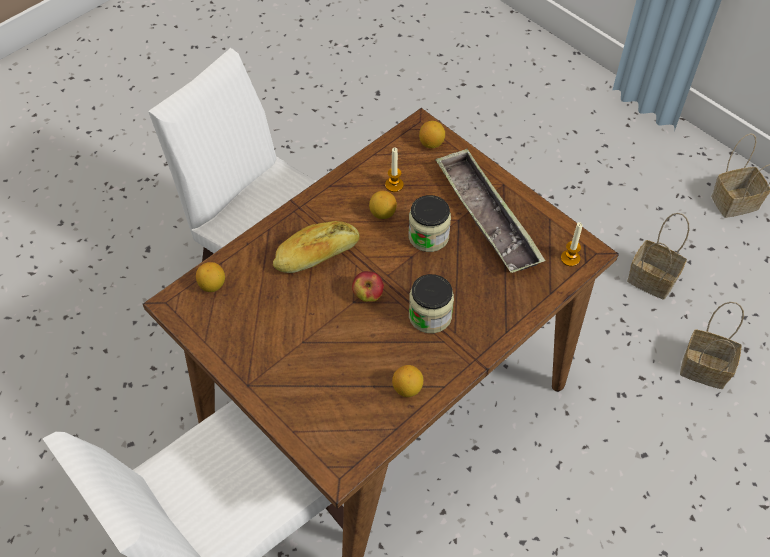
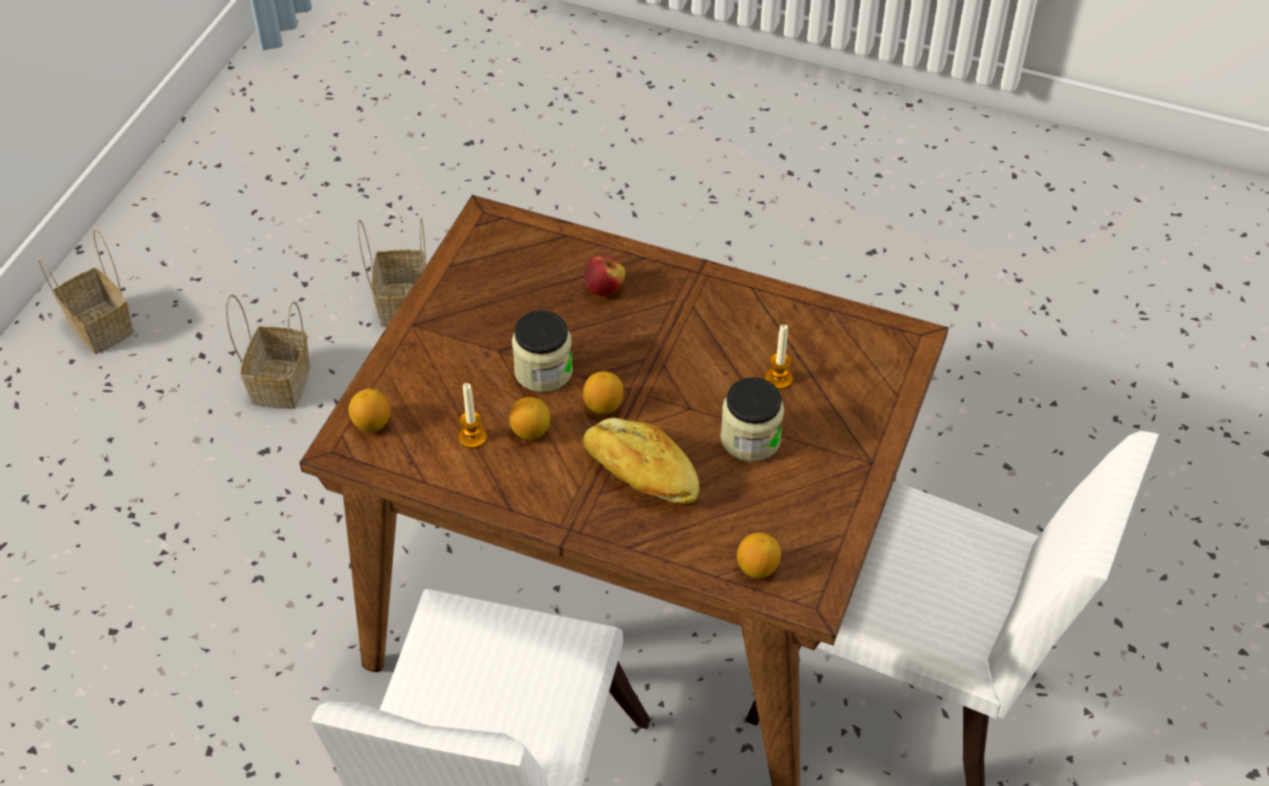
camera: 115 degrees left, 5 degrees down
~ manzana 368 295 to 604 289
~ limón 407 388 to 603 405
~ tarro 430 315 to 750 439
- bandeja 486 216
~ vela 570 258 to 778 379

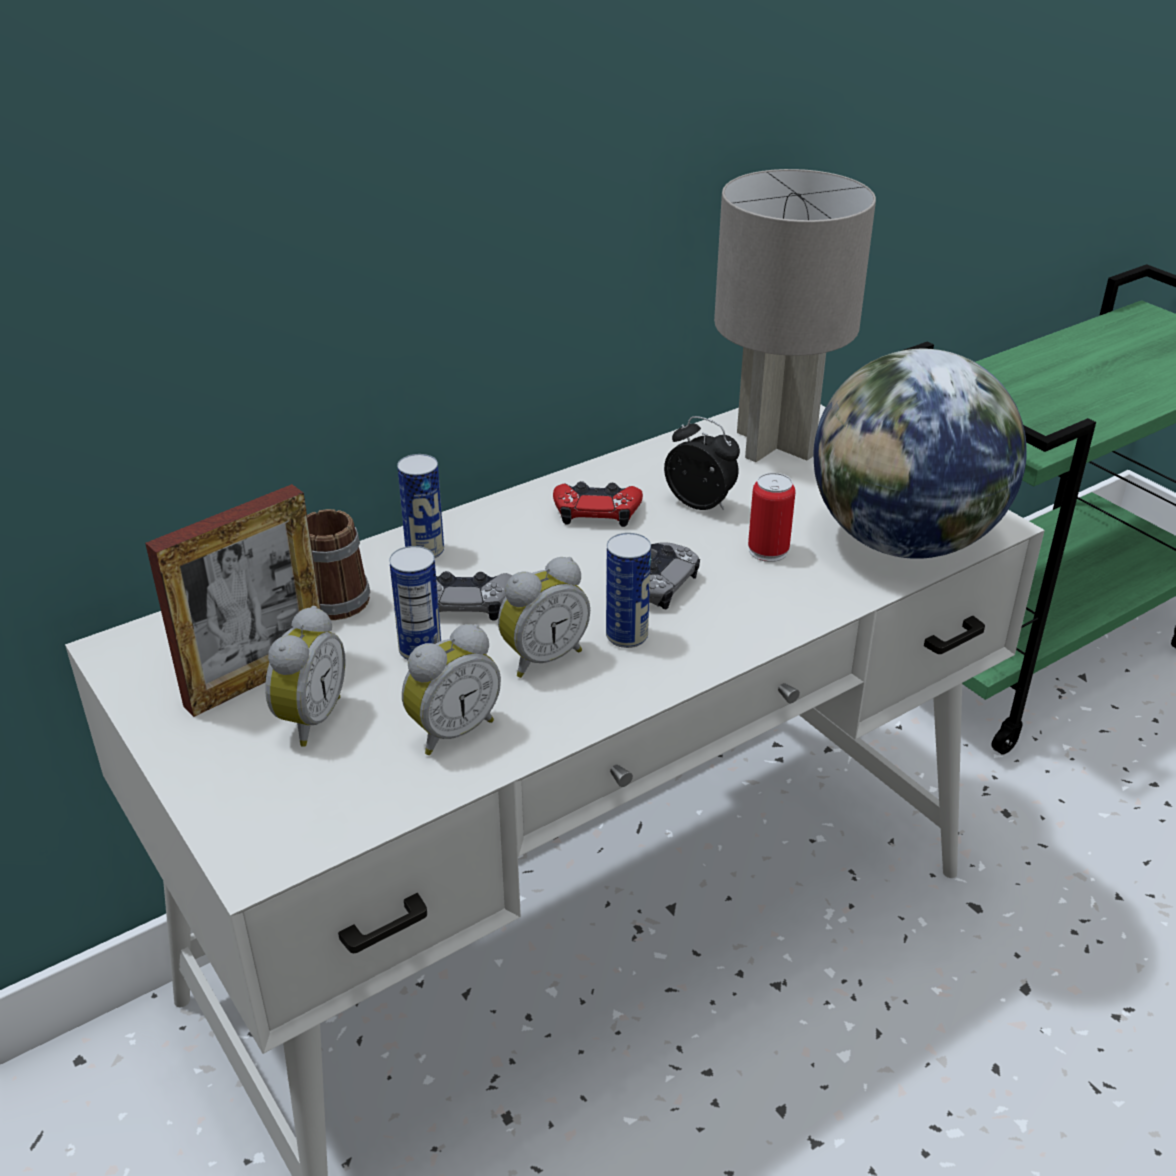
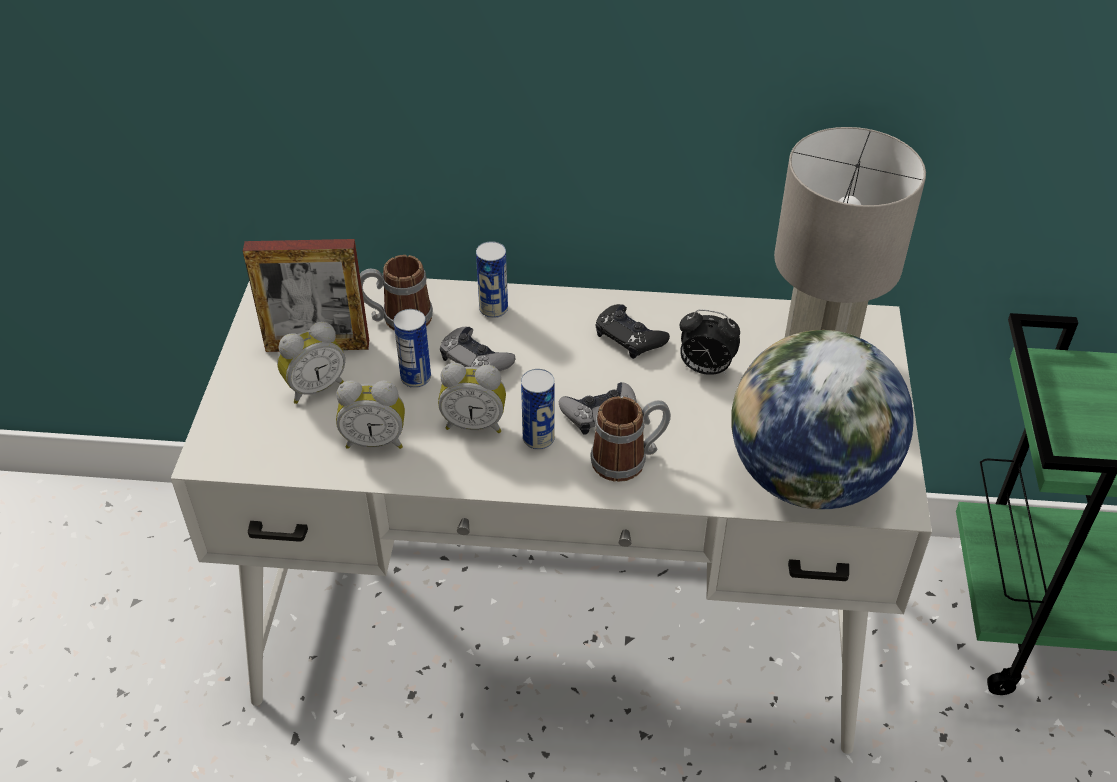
camera: 40 degrees right, 10 degrees up
~ mando de consola/rojo 596 510 to mando de consola/negro 629 336
~ despertador 701 504 = 705 369 120 degrees clockwise
- lata 768 551
+ taza grande 629 459

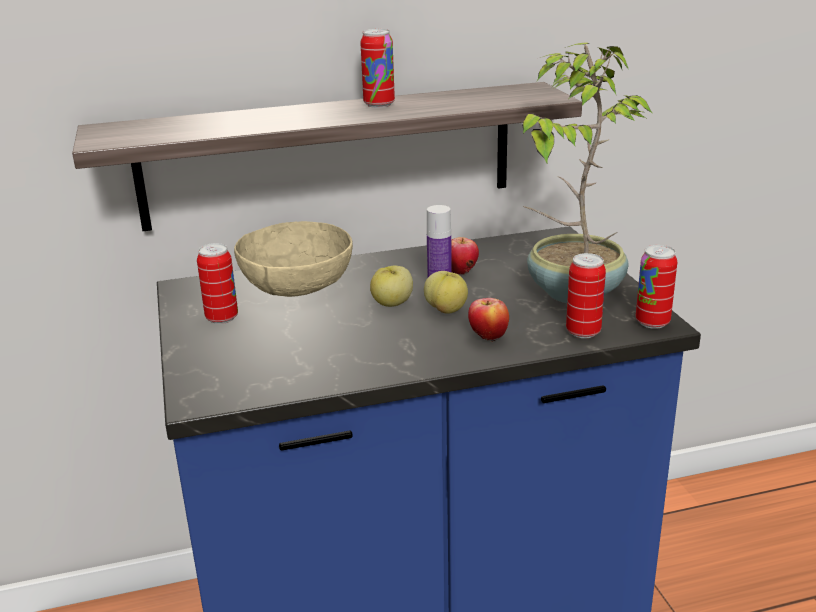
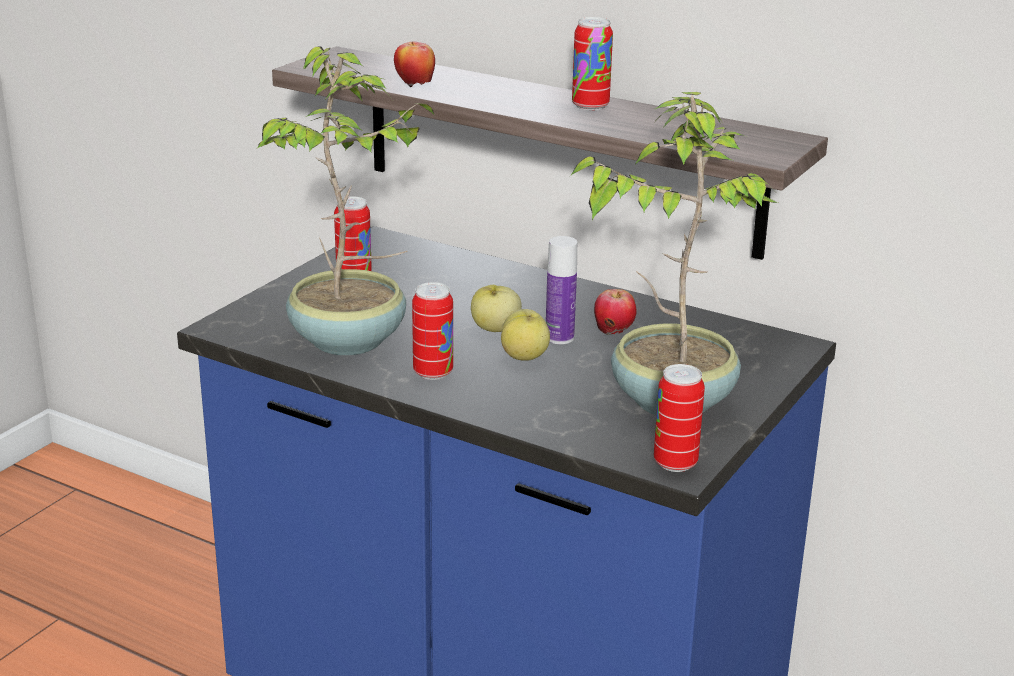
camera: 45 degrees right, 0 degrees up
- cuenco/beis 296 284
~ manzana 488 338 to 414 85
~ lata 583 332 to 433 372
+ planta en maceta 350 341

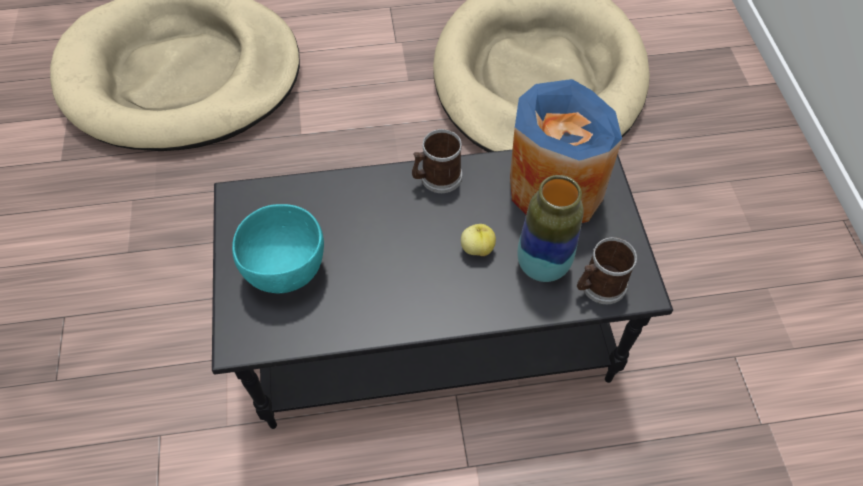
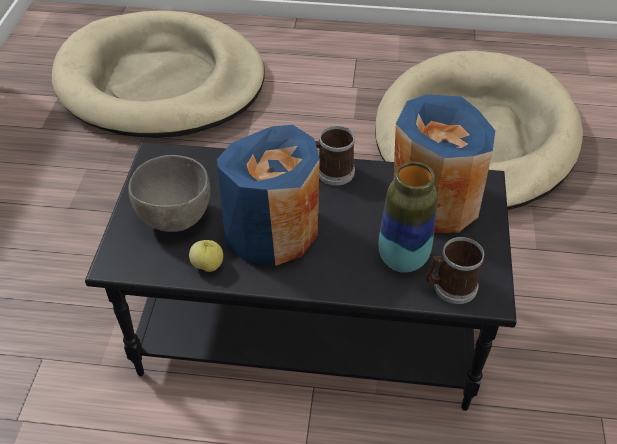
camera: 15 degrees right, 10 degrees down
~ cuenco/turquesa 285 271 to cuenco/gris 174 218
~ manzana 477 248 to 208 265
+ florero/azul 272 231

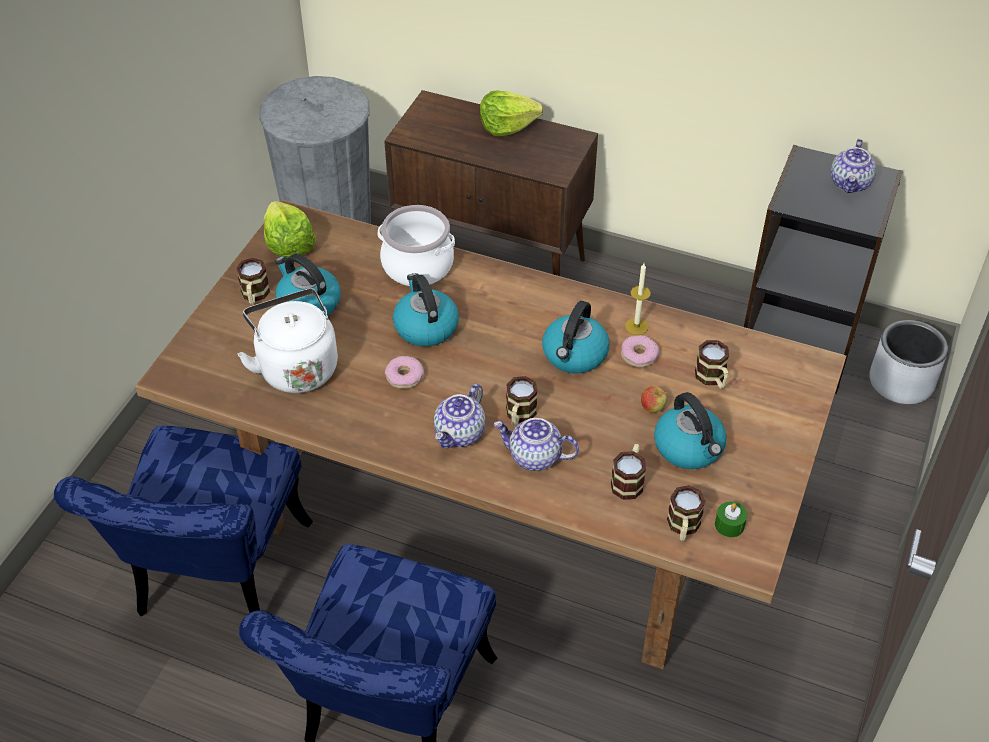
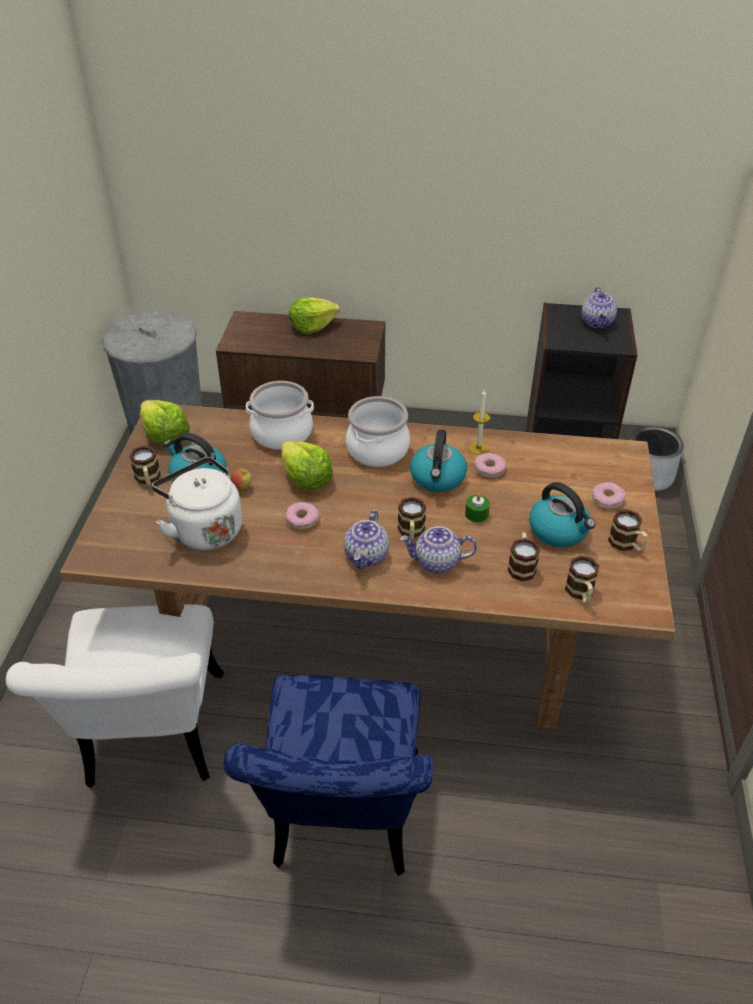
camera: 15 degrees left, 5 degrees down
~ silla/azul 215 581 to silla/blanco 151 741
~ hervidor 425 327 to lechuga 305 478
~ manzana 652 408 to 242 488
~ taza grande 712 379 to 626 544
~ vela/verde 729 525 to 476 514
+ olla 378 450
+ rosquilla 607 500

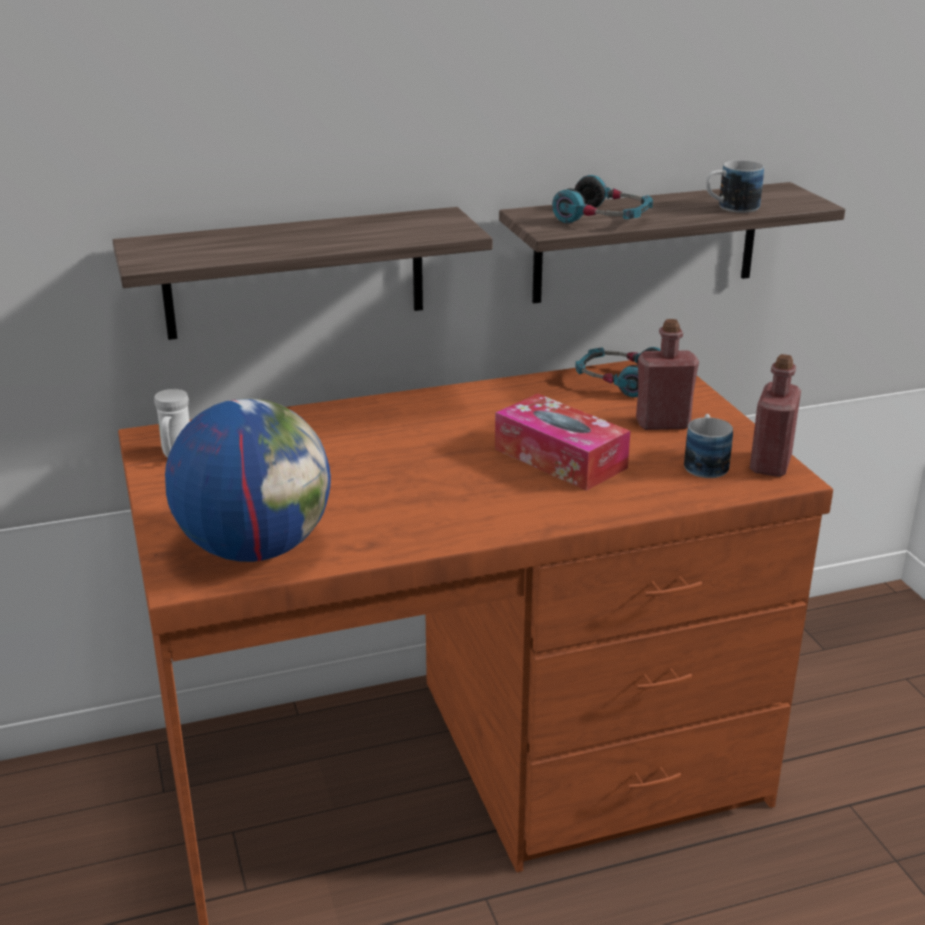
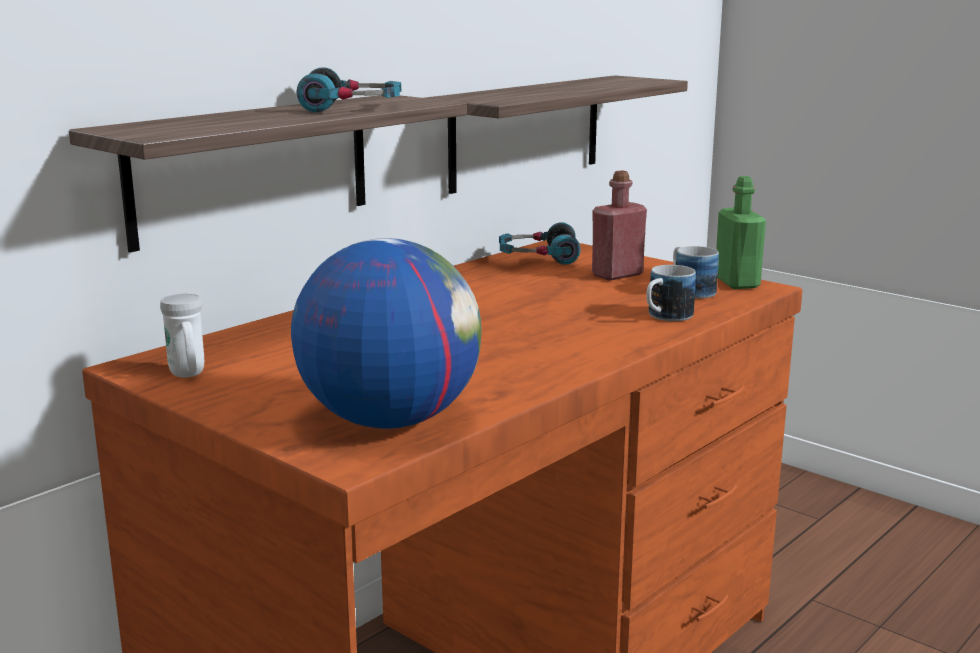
camera: 30 degrees left, 10 degrees down
- caja de pañuelos 560 458
~ auriculares 603 218 to 351 107
~ taza grande 730 208 to 664 317
~ botella/rojo 770 464 to botella/verde 736 282

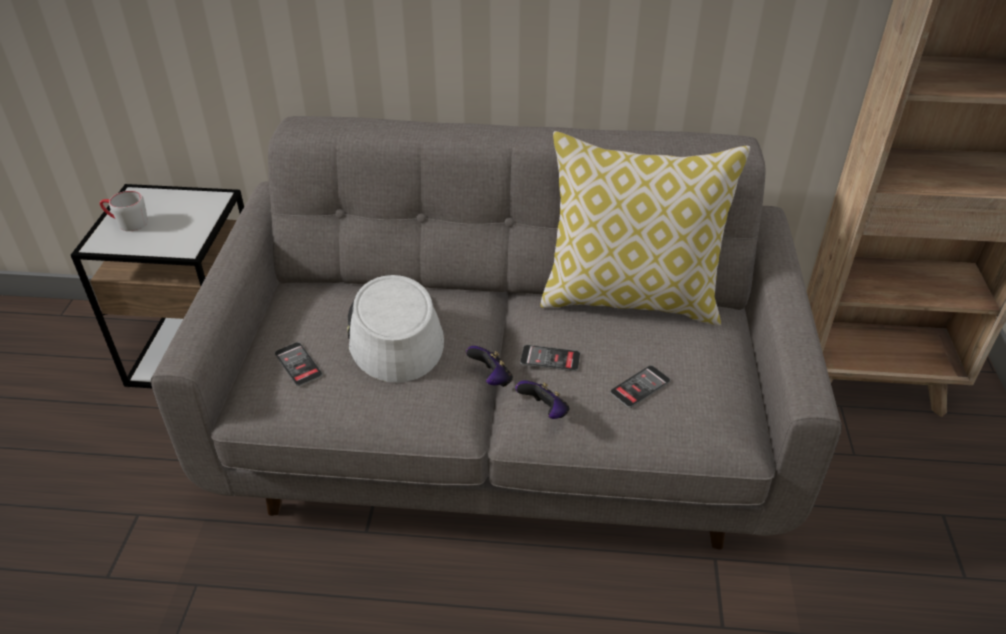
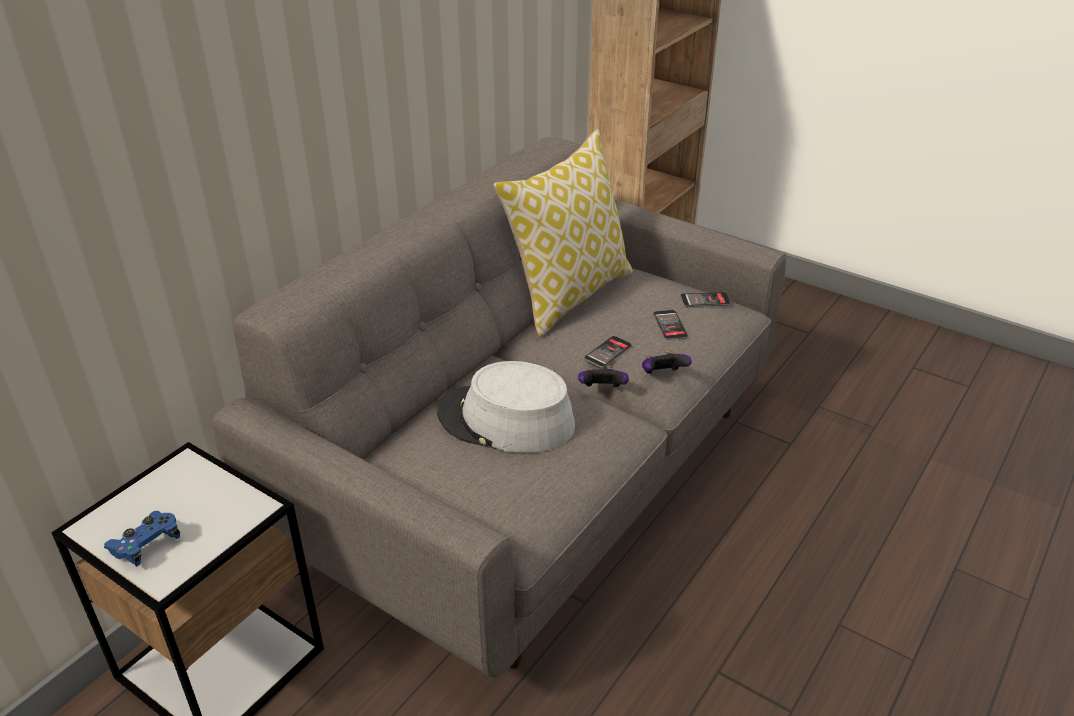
camera: 60 degrees left, 5 degrees down
~ taza grande/gris 127 223 to mando de consola/azul 147 545
~ móvil 298 364 to 704 300

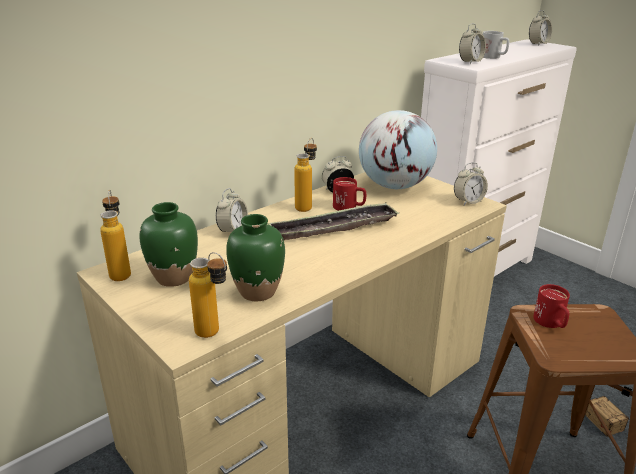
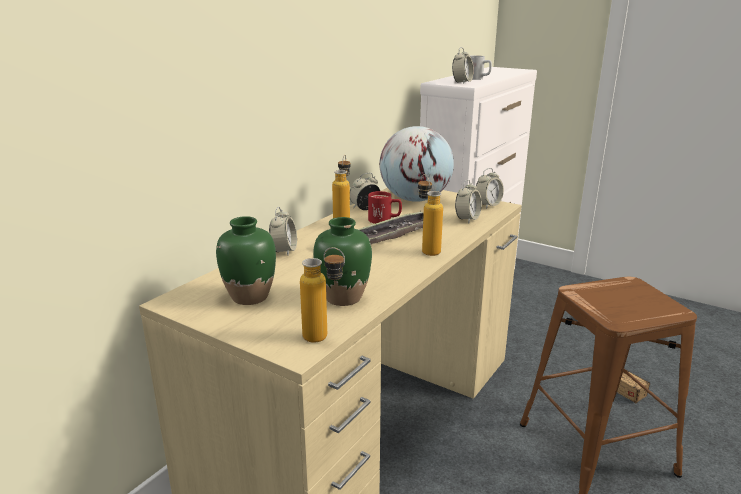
camera: 15 degrees left, 5 degrees down
~ botella 121 272 to 427 249
~ despertador 538 44 to 467 219
- taza grande/rojo 551 323

